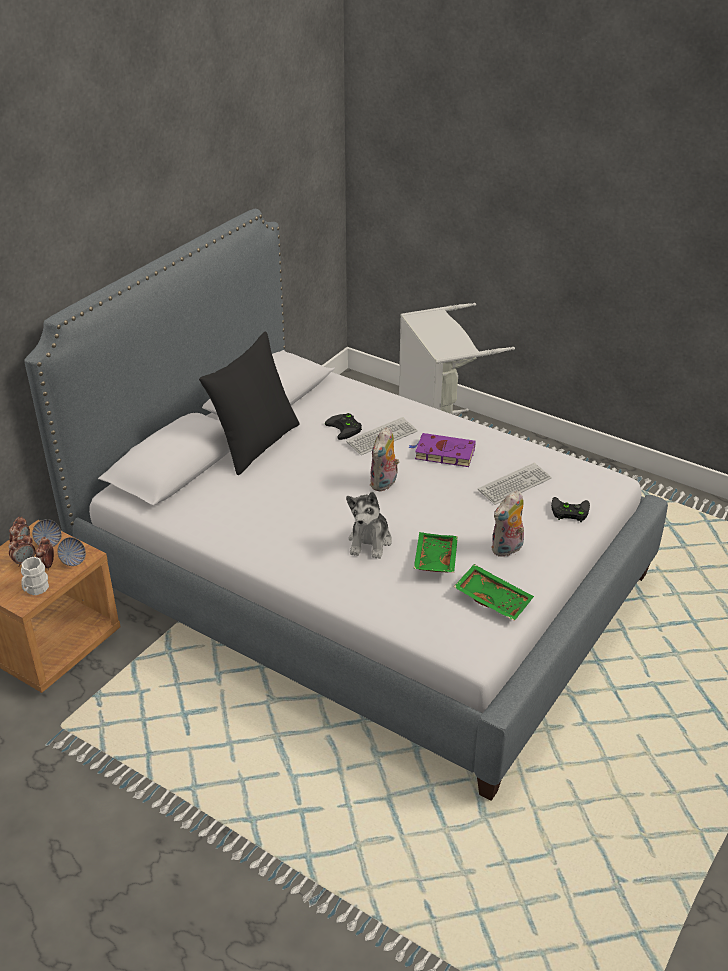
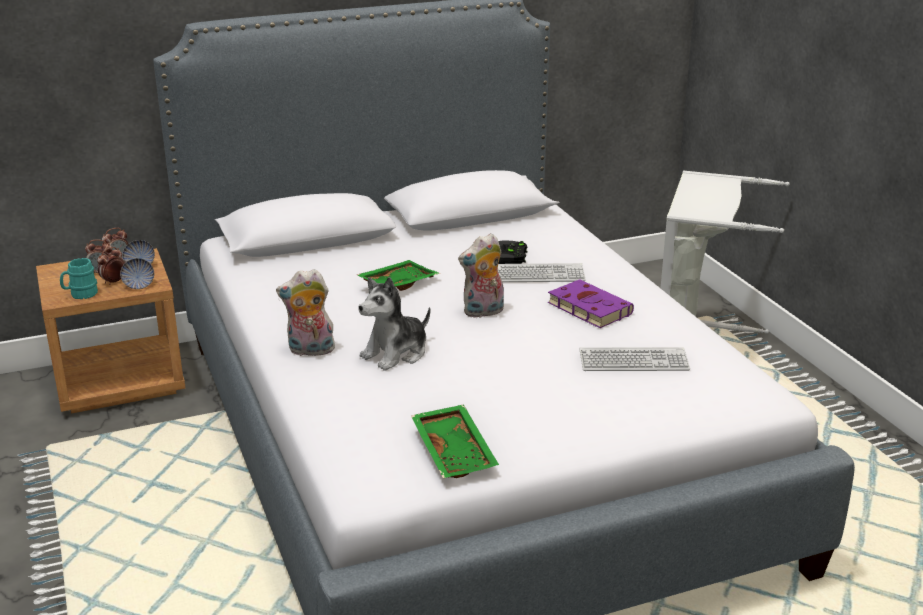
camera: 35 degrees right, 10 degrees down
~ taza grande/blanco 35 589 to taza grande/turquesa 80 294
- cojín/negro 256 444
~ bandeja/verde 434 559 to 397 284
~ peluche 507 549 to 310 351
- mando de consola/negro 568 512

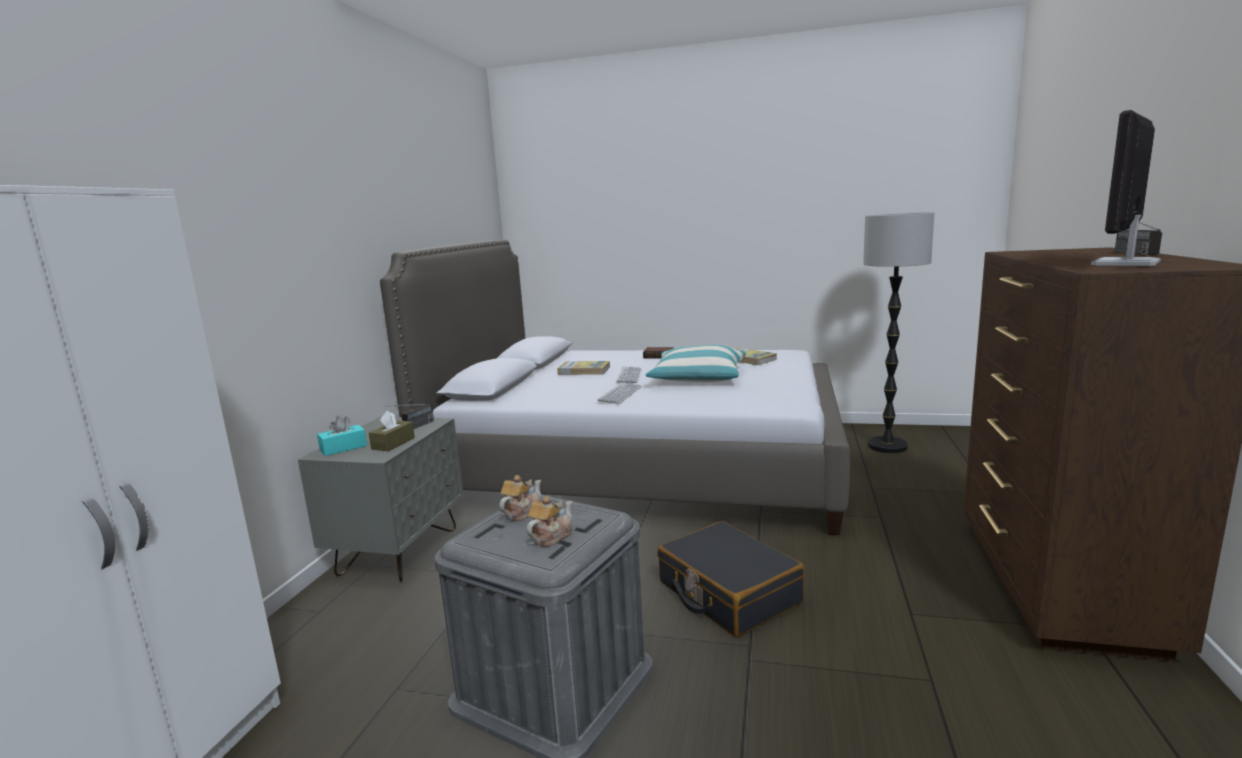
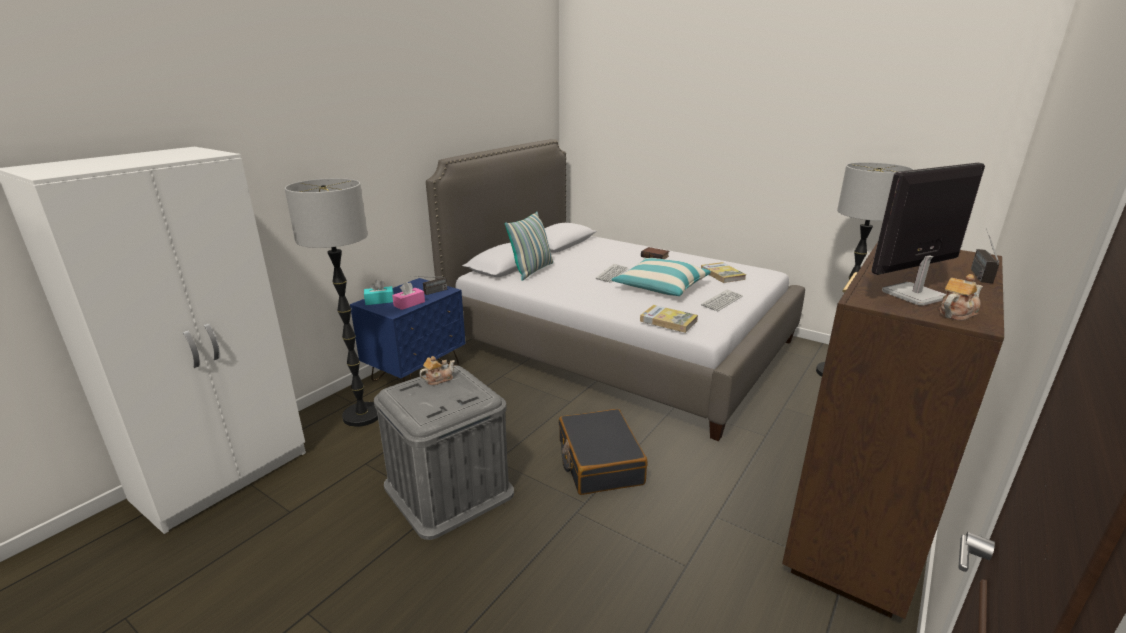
camera: 20 degrees right, 10 degrees up
~ mesita de noche/gris 399 551 to mesita de noche/azul 416 373
~ caja de pañuelos/marrón 393 443 to caja de pañuelos/rosa 409 304
~ tetera 551 536 to 956 313
~ libro 584 370 to 668 321
~ teclado 620 394 to 722 301
+ lámpara de pie 362 415
+ cojín 532 271

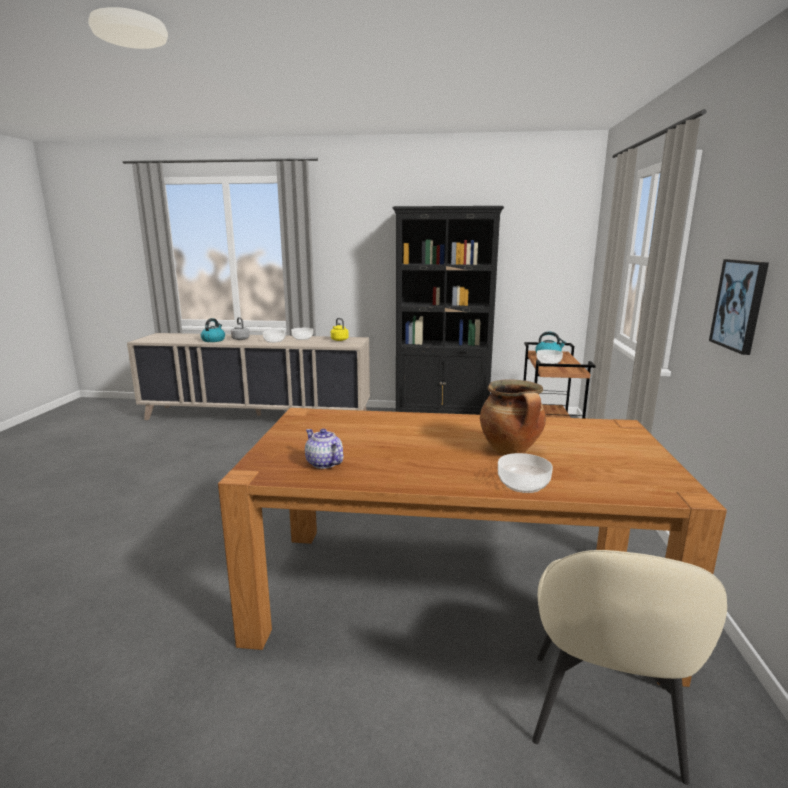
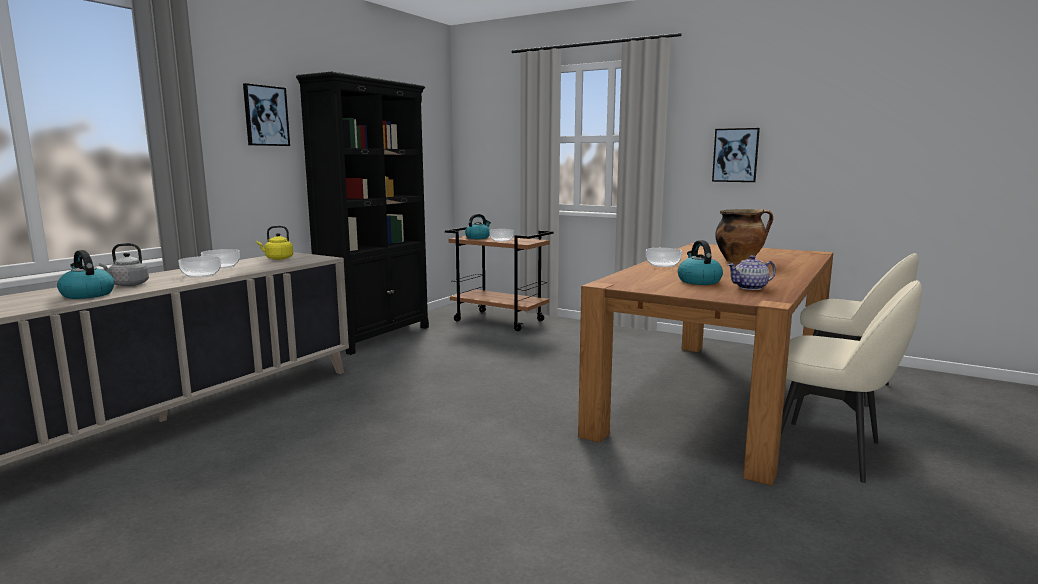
camera: 65 degrees left, 5 degrees down
~ cuenco 522 484 to 663 265
+ cuadro 266 116
+ hervidor 698 281
+ silla/beis 829 451

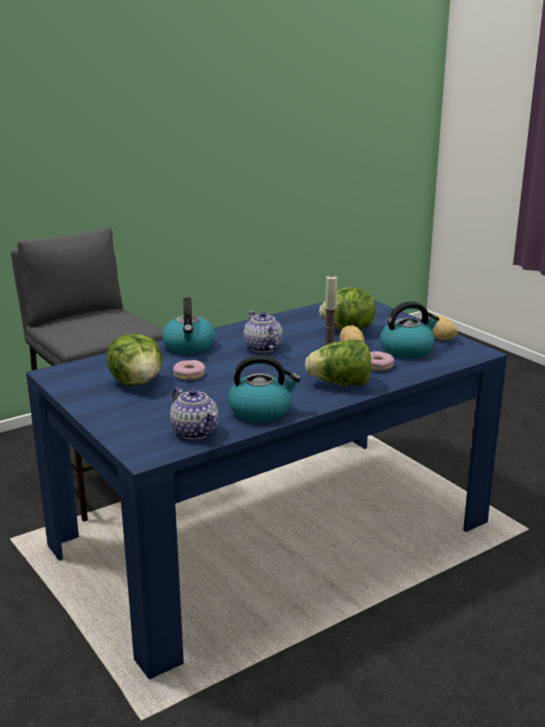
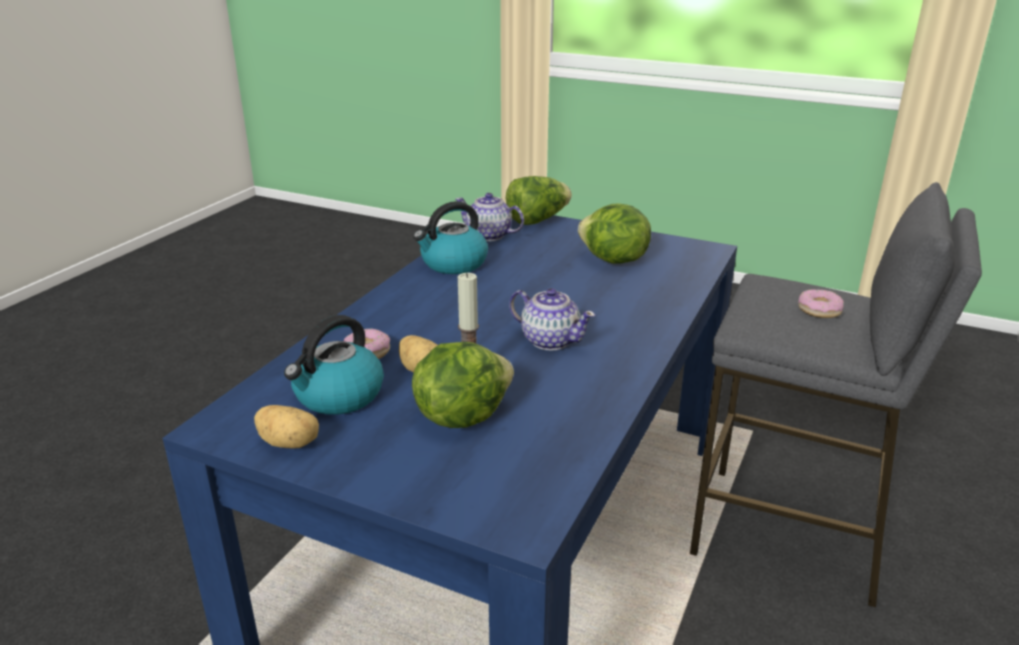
camera: 150 degrees right, 5 degrees up
- hervidor 189 347
~ rosquilla 189 375 to 819 310
~ lechuga 340 384 to 537 220

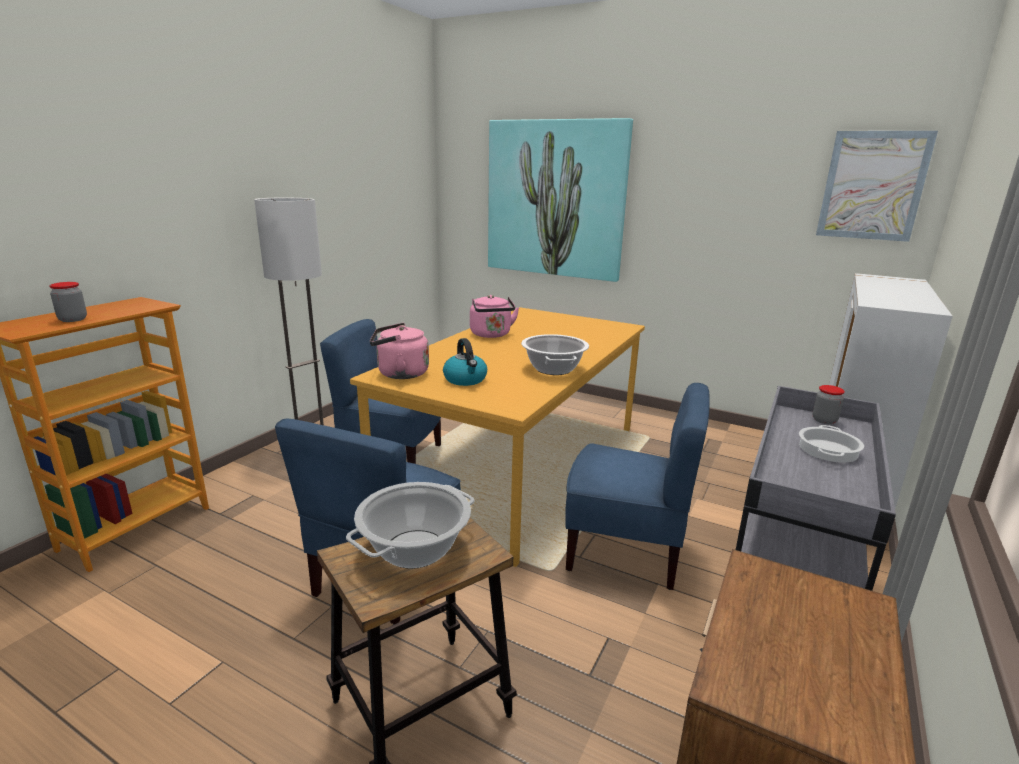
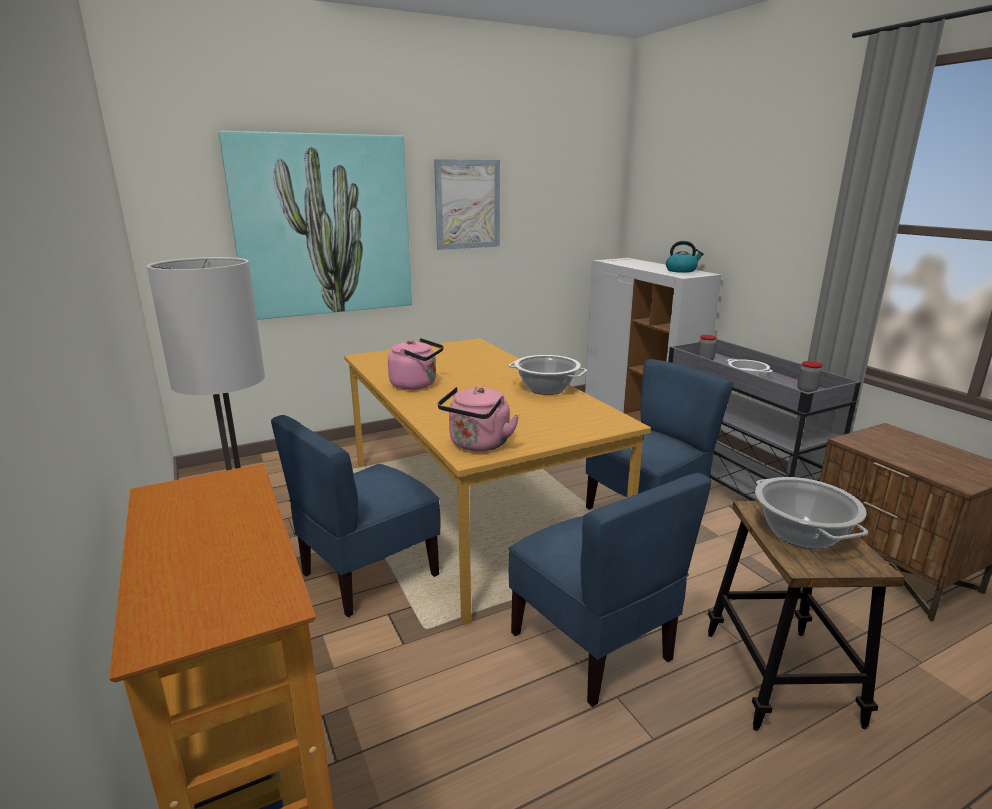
camera: 55 degrees left, 0 degrees up
~ tarro 73 319 to 807 390
~ hervidor 465 380 to 681 270
~ cuadro 872 186 to 467 204

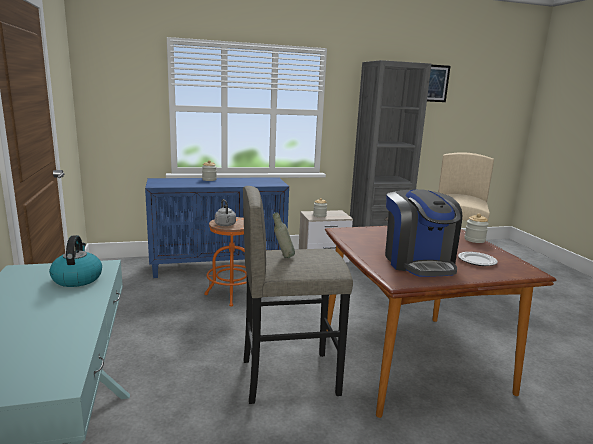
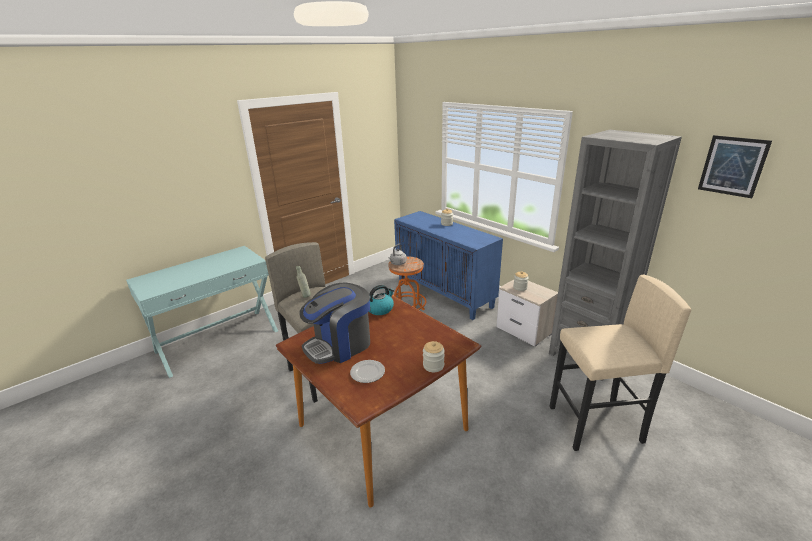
camera: 65 degrees right, 10 degrees up
~ hervidor 77 278 to 380 309

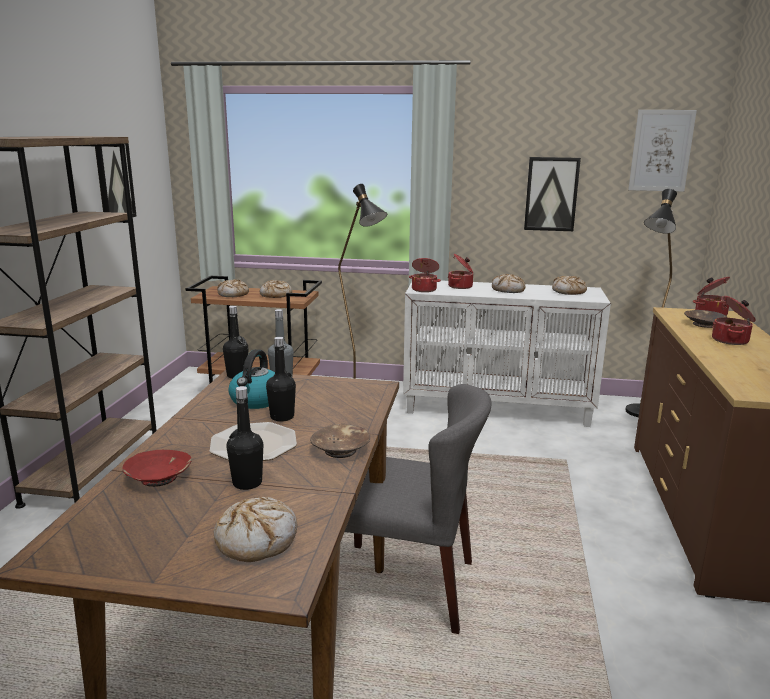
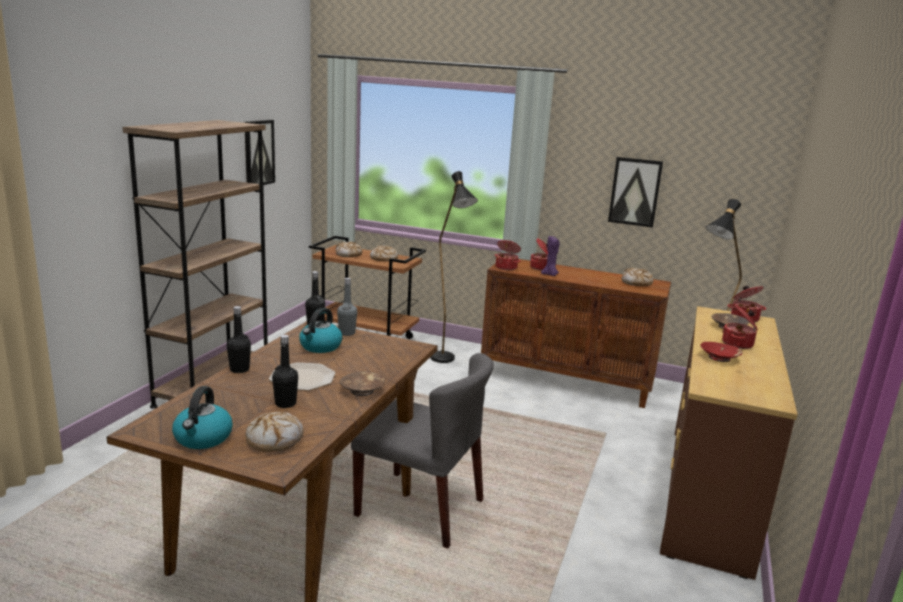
camera: 10 degrees right, 0 degrees up
~ cuenco/rojo 159 478 to 719 358
~ botella/negro 282 417 to 239 369
~ armario/blanco 498 408 to armario/marrón 567 381
- pan 508 290
- cuadro 661 151
+ hervidor 203 438
+ vela/morado 550 275

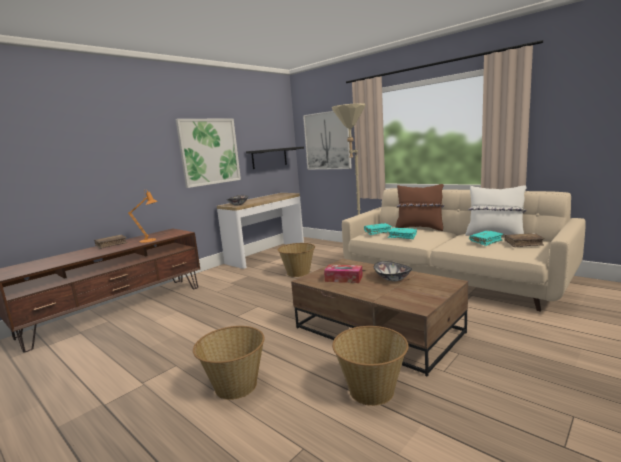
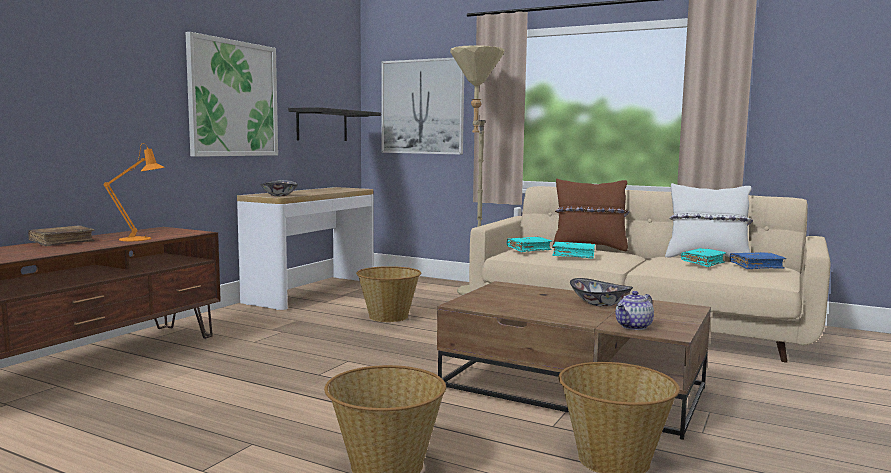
camera: 15 degrees left, 5 degrees down
- caja de pañuelos 343 279
~ libro/marrón 523 244 to libro/azul 756 266
+ tetera 634 326

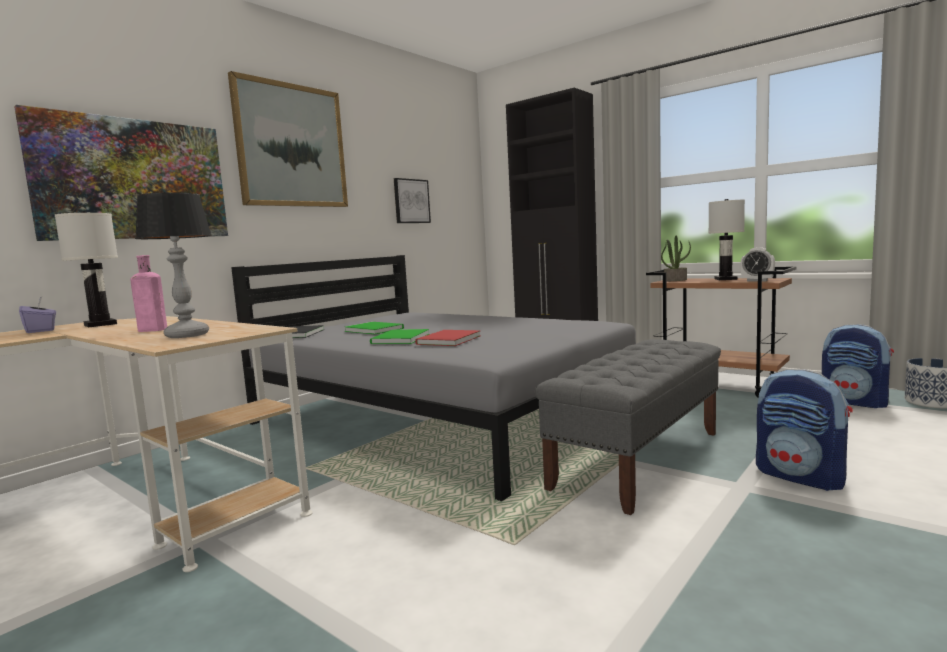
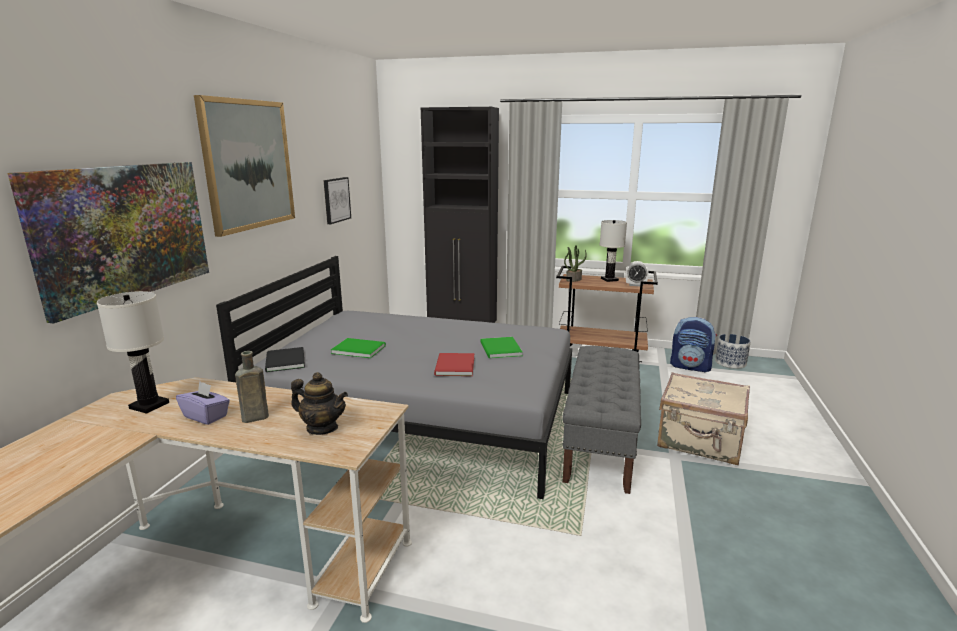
camera: 25 degrees left, 10 degrees up
~ caja de pañuelos/morado 41 330 to 206 416
~ botella/rosa 150 330 to botella/marrón 253 418
~ lámpara de mesa 187 335 to tetera 322 428
~ libro/verde 398 339 to 500 349
~ mochila 801 477 to maleta/beis 700 442

